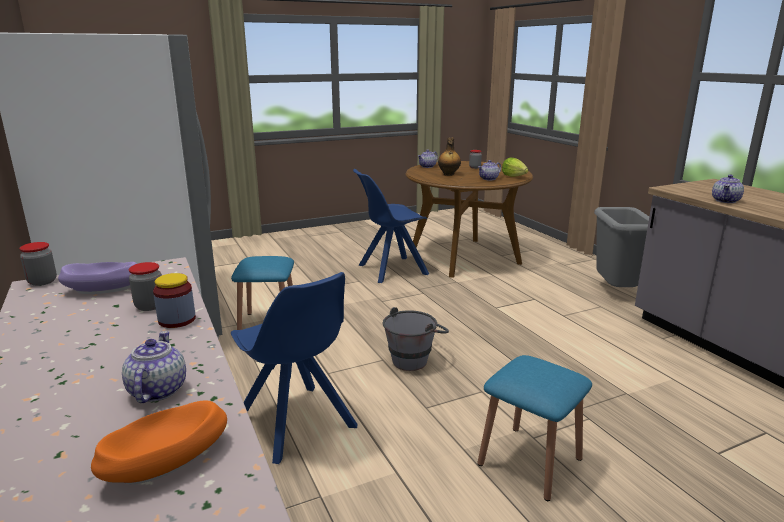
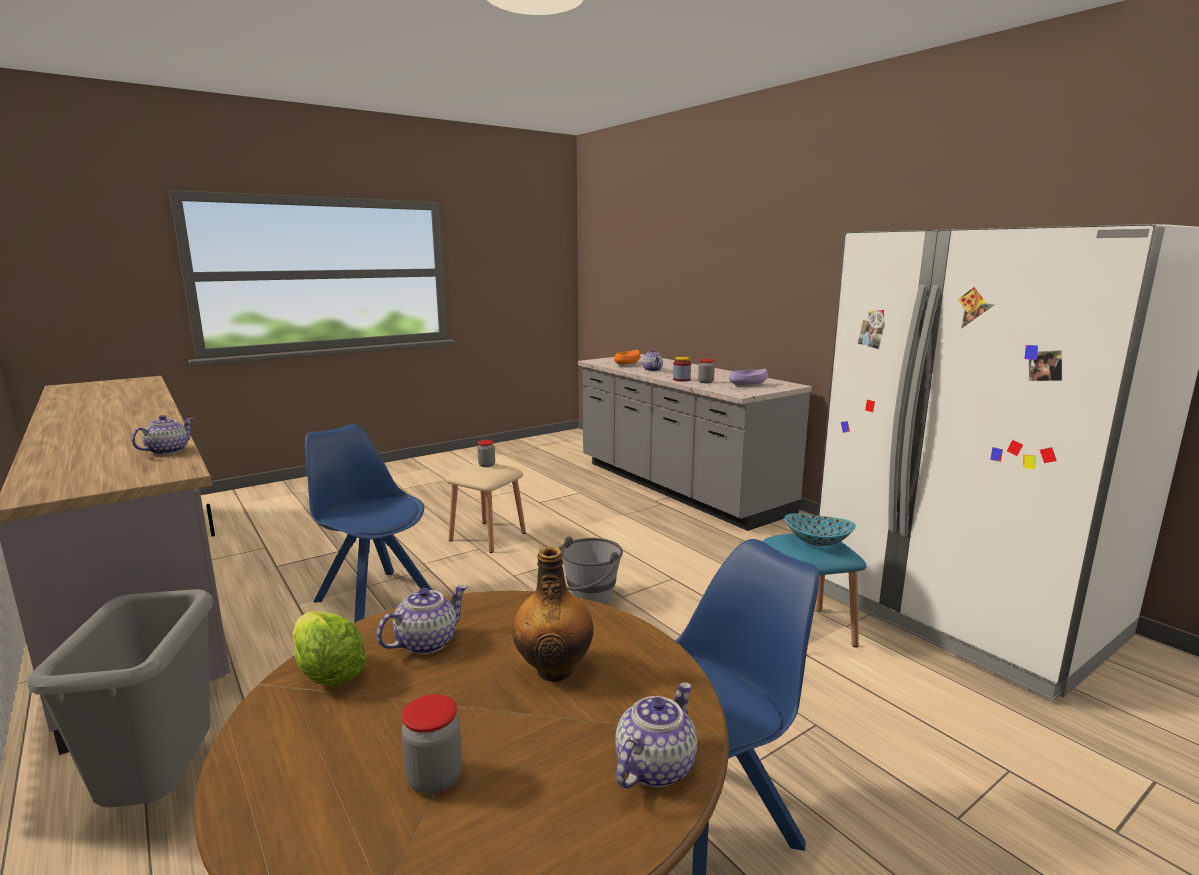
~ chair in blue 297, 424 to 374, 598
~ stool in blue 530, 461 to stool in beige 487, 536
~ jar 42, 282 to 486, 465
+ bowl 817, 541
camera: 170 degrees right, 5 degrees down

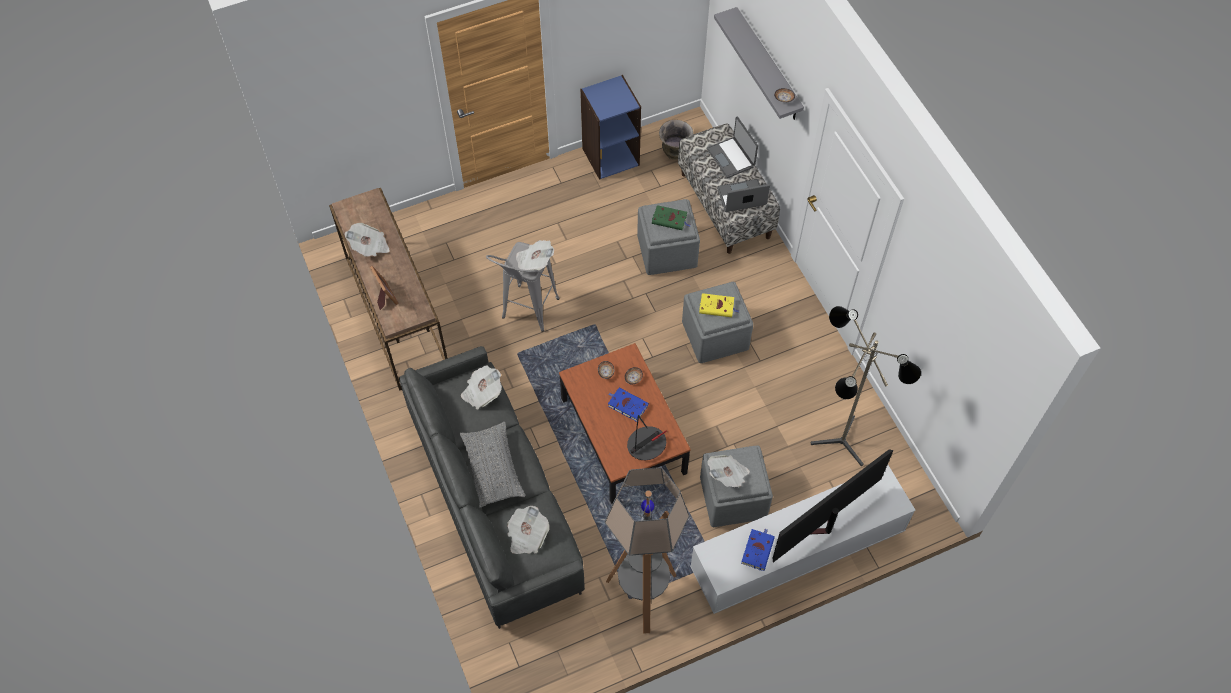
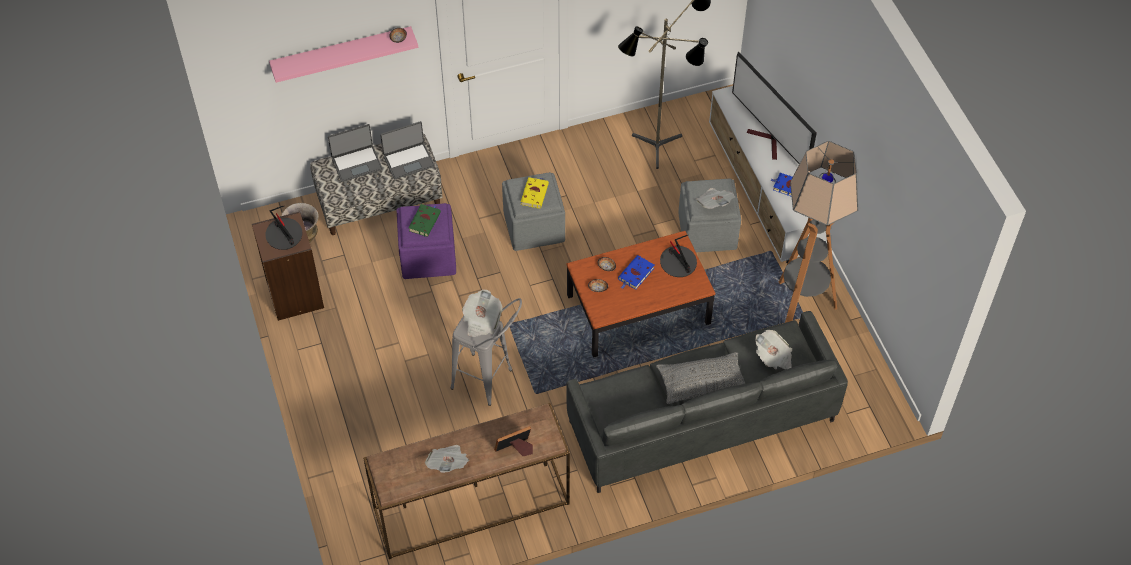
~ bookcase in blue 610, 156 to bookcase in brown 294, 295
+ table lamp 284, 235
~ shelf in grey 768, 66 to shelf in pink 342, 53
~ laptop 741, 197 = 408, 160 105 degrees counterclockwise
~ ottoman in grey 666, 250 to ottoman in purple 427, 256
- newspaper 482, 392
camera: 85 degrees left, 5 degrees down

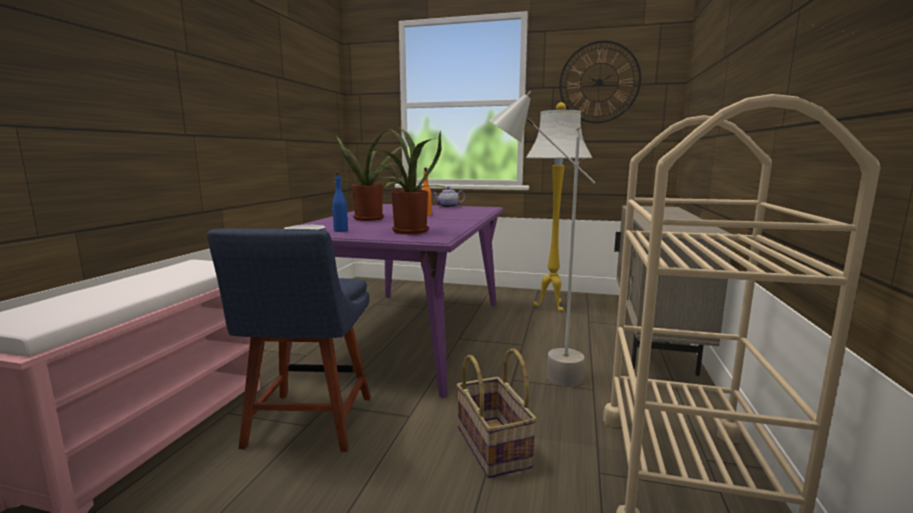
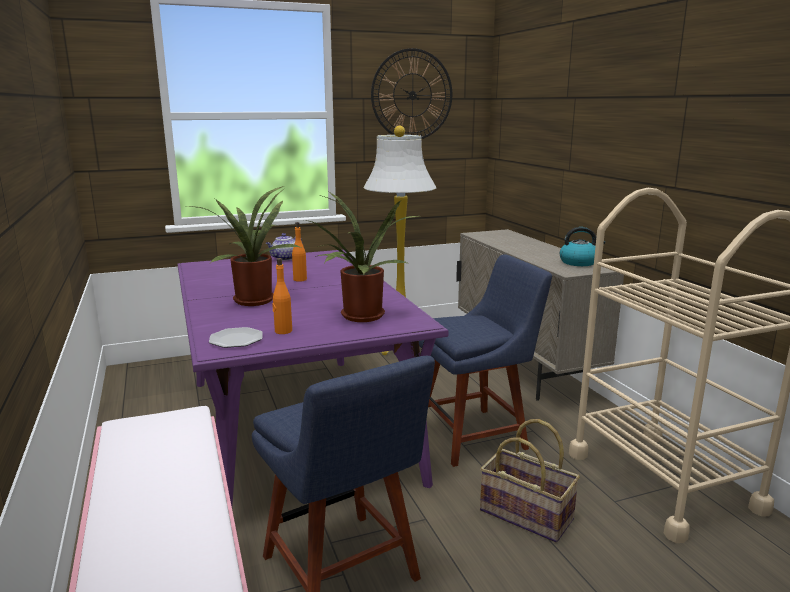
~ bottle in blue 340, 231 to bottle in orange 283, 331
~ floor lamp in grey 534, 376 to chair in blue 476, 435
+ kettle 579, 262
camera: 35 degrees left, 5 degrees up

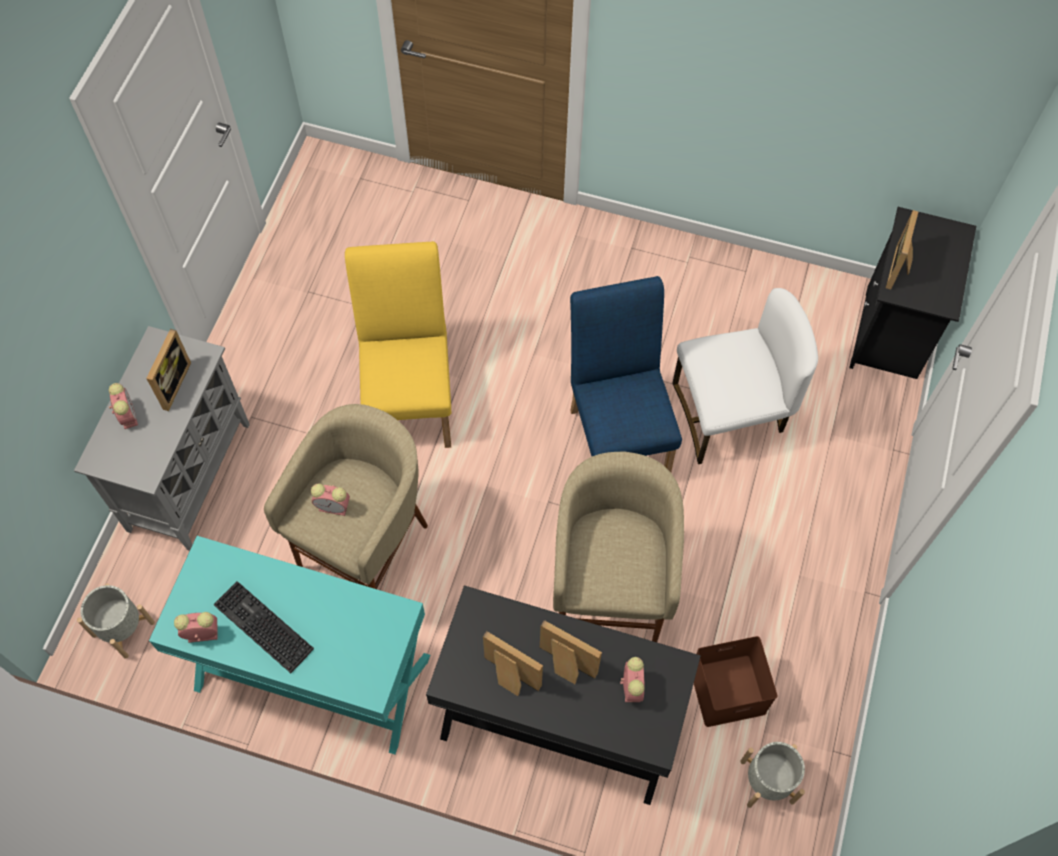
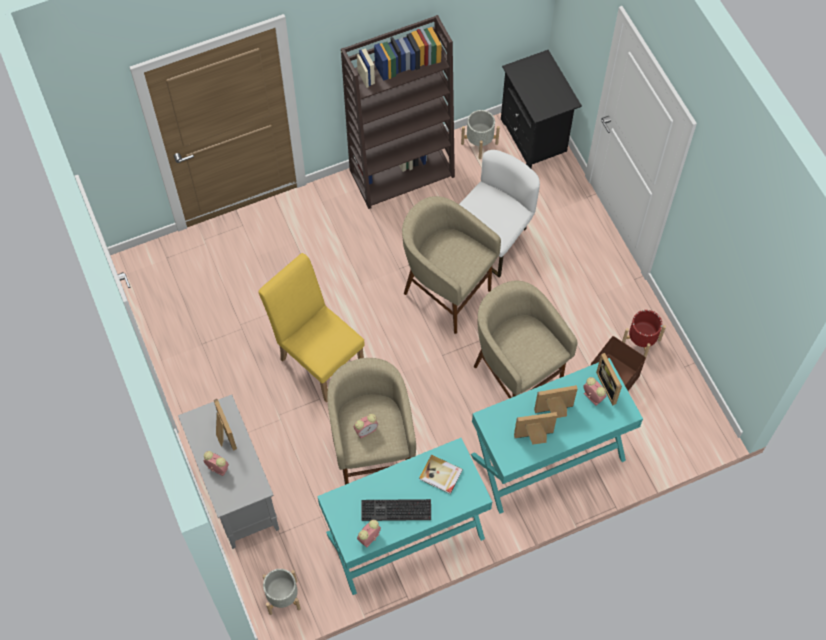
+ bookcase in brown 402, 172
~ chair in blue 618, 435 to stool in beige 445, 293
+ book 440, 475
~ planter in grey 767, 782 to 479, 143
~ desk in black 558, 722 to desk in turquoise 548, 458
~ picture frame 900, 269 to 610, 386
+ planter in red 641, 341
camera: 40 degrees left, 0 degrees up

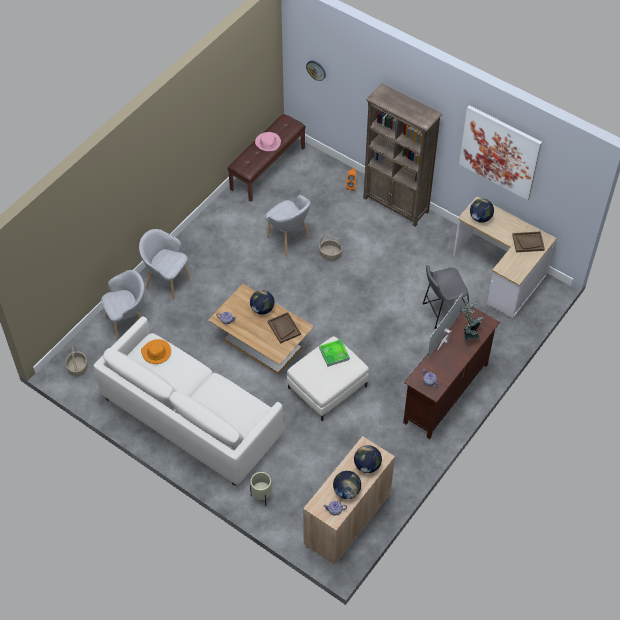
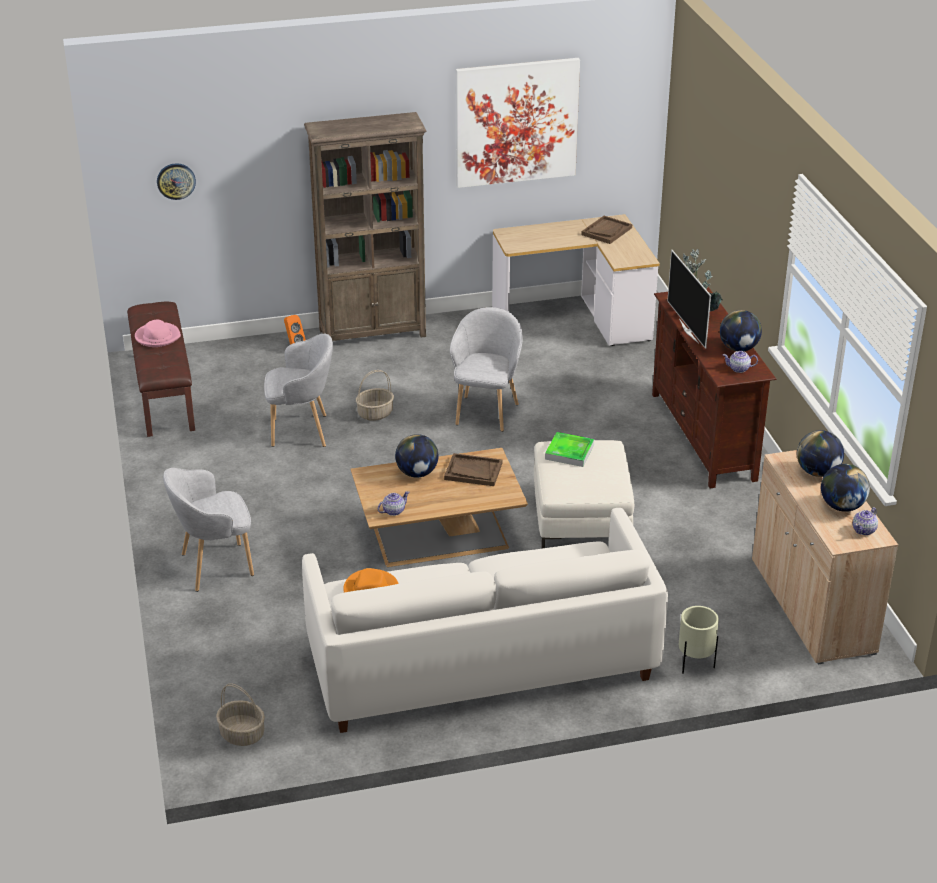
~ armchair in grey 129, 322 to 486, 412
~ globe 480, 218 to 738, 348
- stool in grey 443, 312
camera: 50 degrees left, 20 degrees down

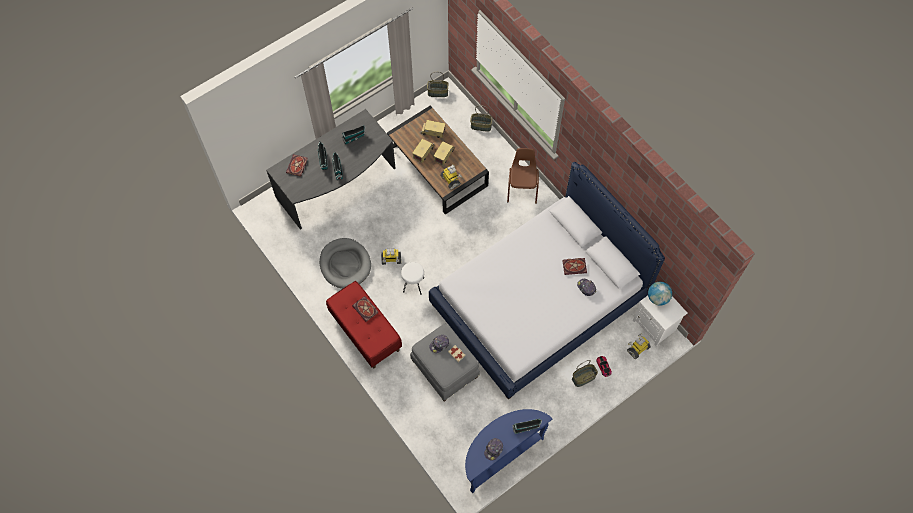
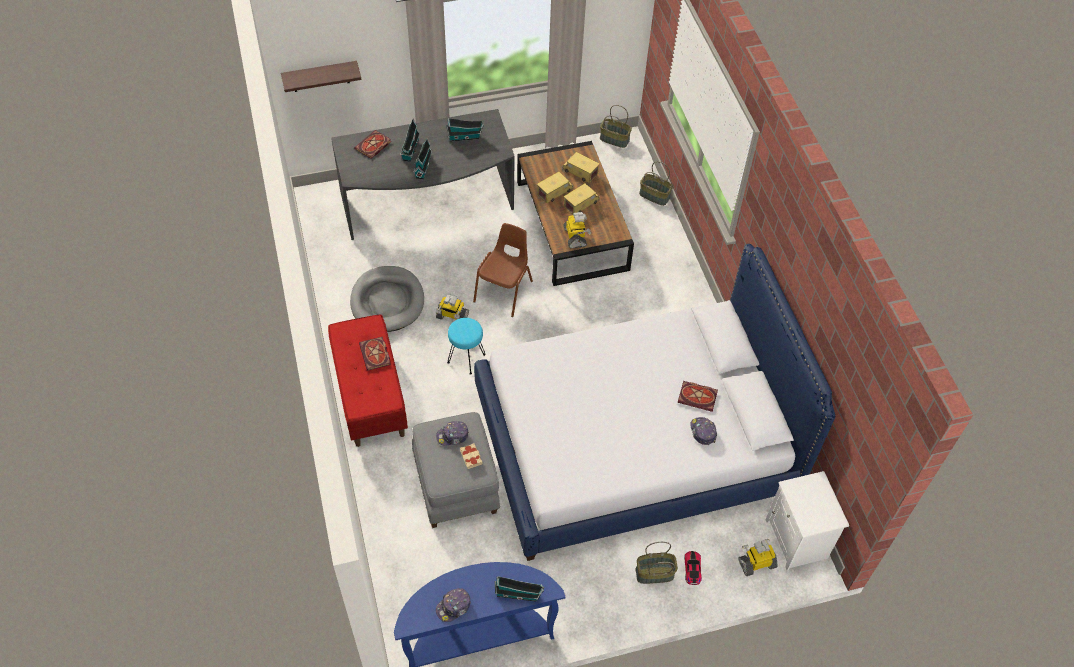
+ shelf 320, 76
~ stool in white 413, 285 to stool in turquoise 466, 359
~ chair in brown 522, 188 to 504, 291
- globe 657, 298
camera: 20 degrees right, 10 degrees down

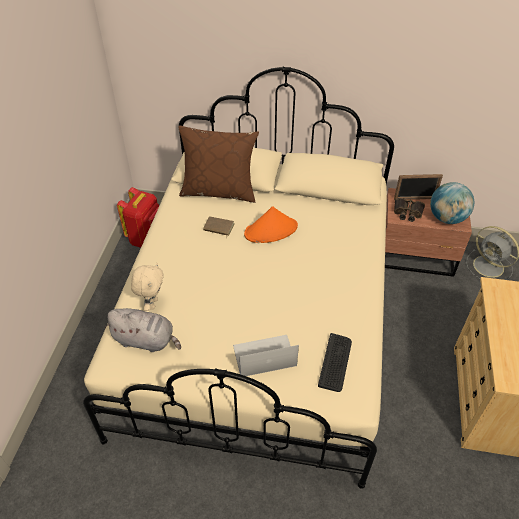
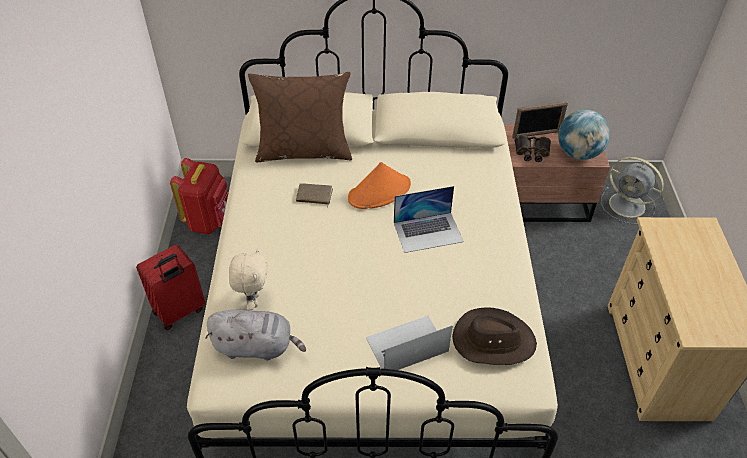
+ suitcase in red 180, 312
+ laptop 428, 232
~ keyboard 335, 362 to hat in brown 493, 340
camera: 10 degrees left, 0 degrees up

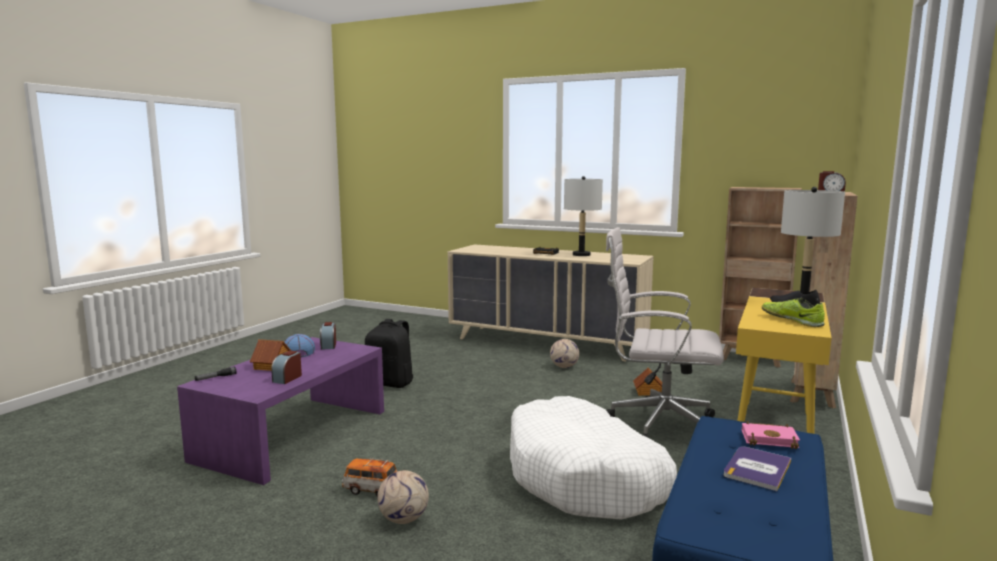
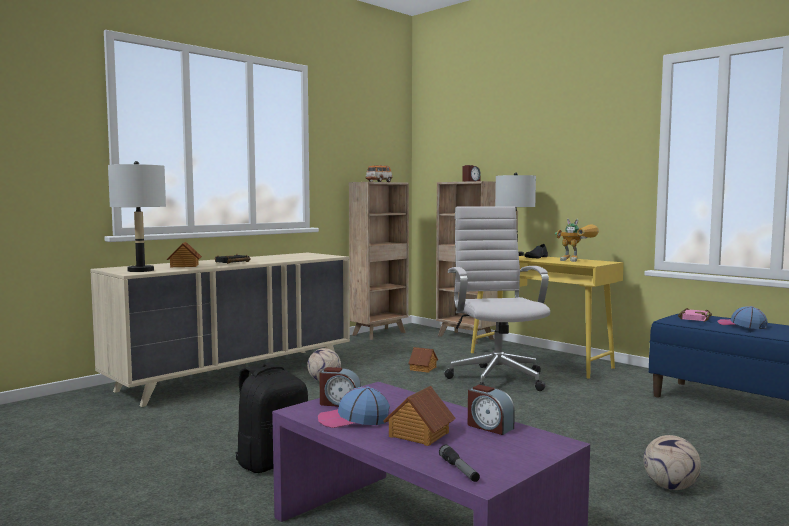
~ table lamp in grey 581, 255 to 140, 270
+ toy house 184, 266
~ toy car 371, 490 to 379, 182
~ office chair in white 657, 424 = 496, 378 135 degrees clockwise
~ shoe 792, 320 to toy robot 577, 261
~ book 757, 469 to cap 741, 325
- dog bed in white 585, 478
camera: 70 degrees left, 5 degrees down

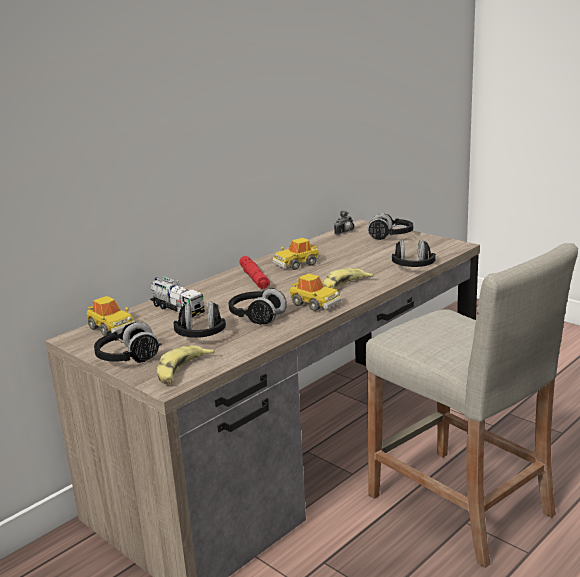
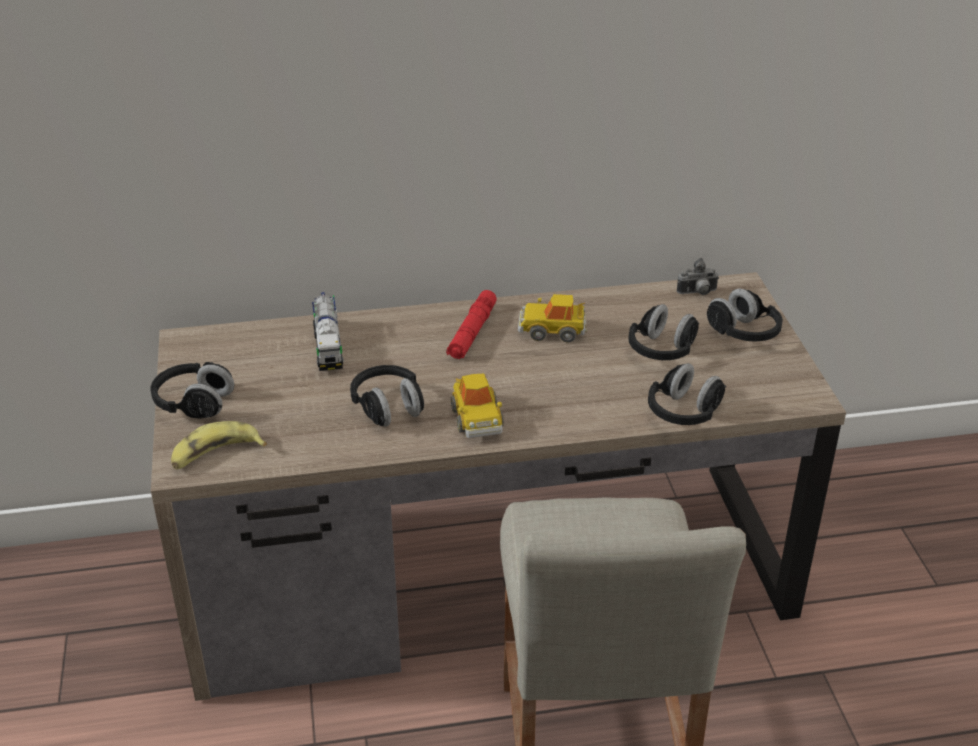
~ headphones in black 201, 335 to 662, 350
- toy car 111, 328
- banana 344, 287
camera: 35 degrees right, 15 degrees up

